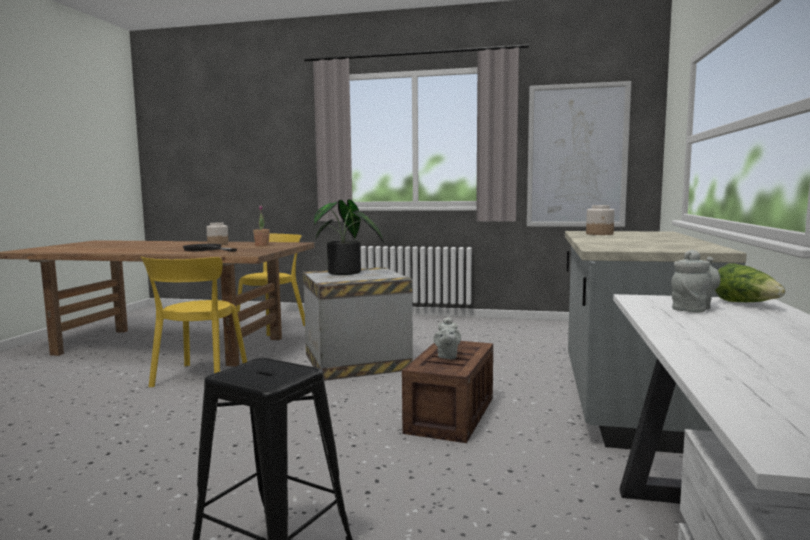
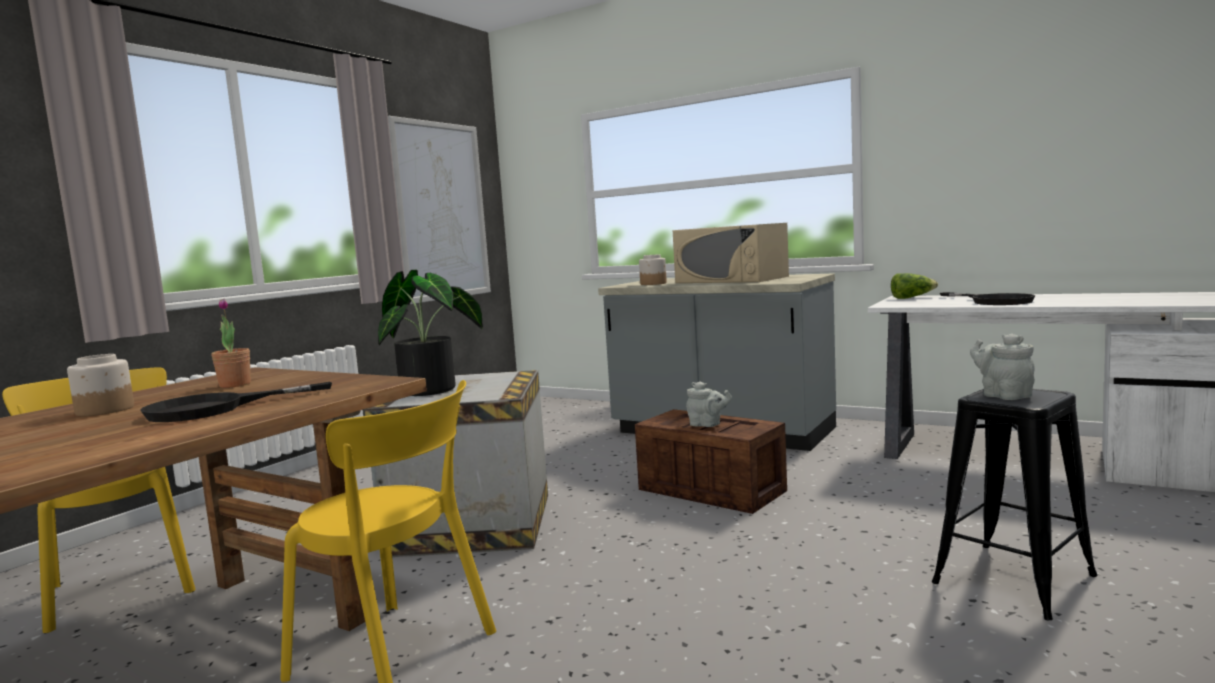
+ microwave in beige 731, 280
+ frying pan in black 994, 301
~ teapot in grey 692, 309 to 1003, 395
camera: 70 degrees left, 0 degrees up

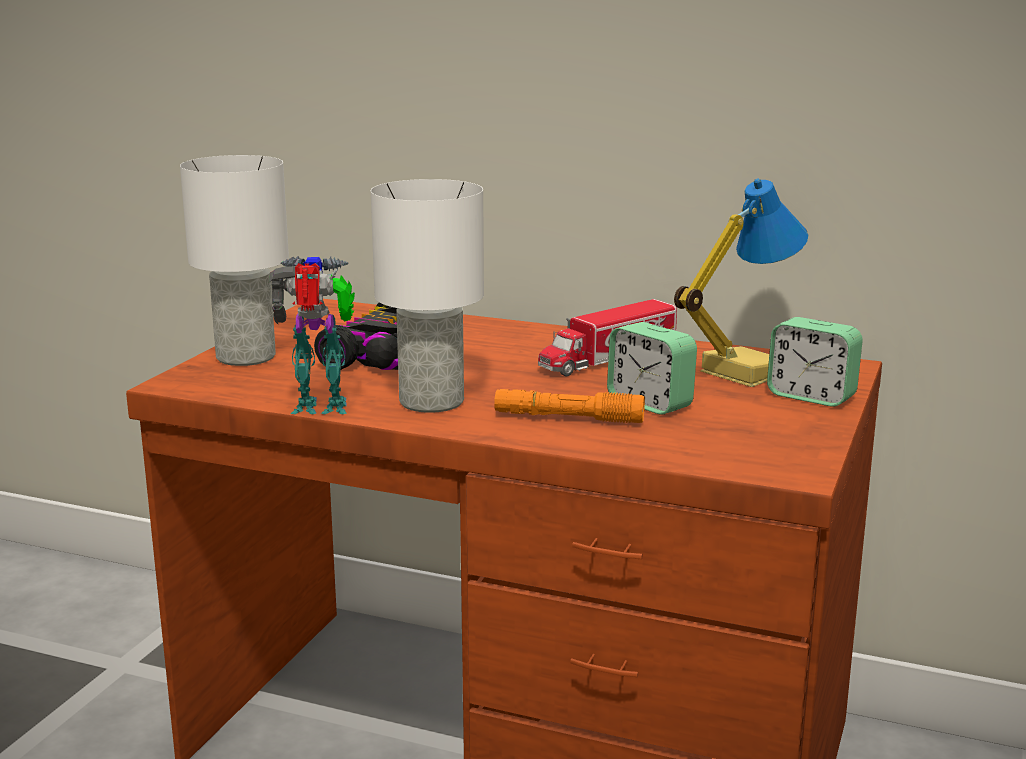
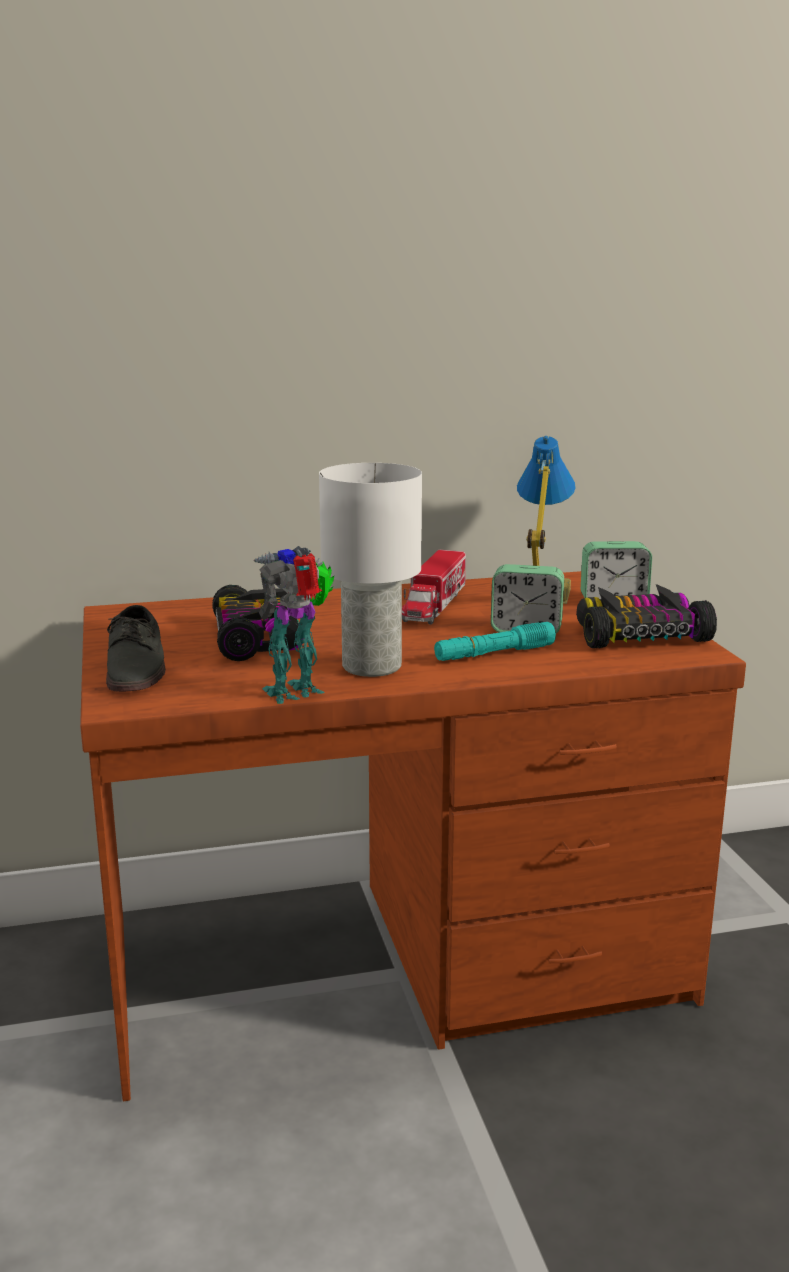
~ table lamp in white 247, 356 to shoe in grey 137, 668
~ flashlight in orange 568, 418 to flashlight in turquoise 494, 654
+ toy car 639, 636
camera: 35 degrees left, 0 degrees up

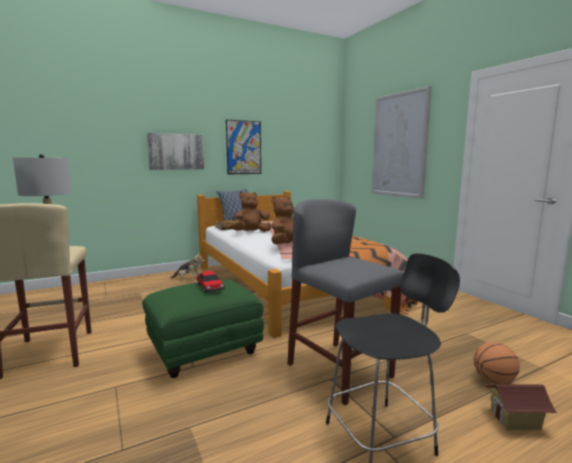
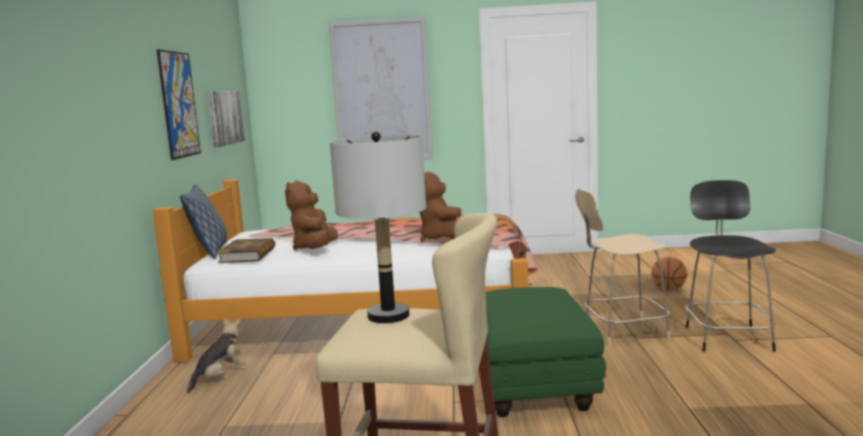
~ picture 176, 151 to 224, 117
~ stool in grey 339, 370 to chair in beige 622, 331
- toy car 210, 287
- toy house 515, 420
camera: 60 degrees left, 0 degrees up

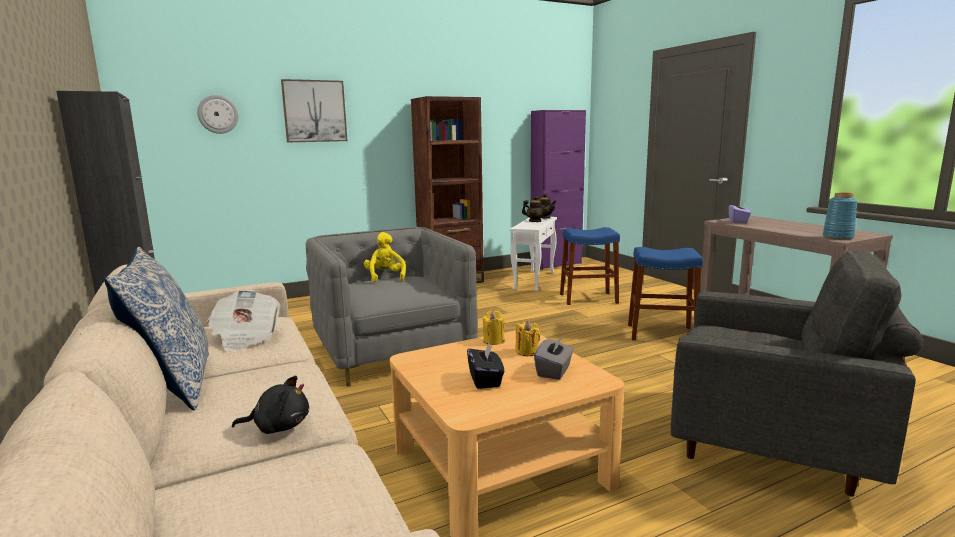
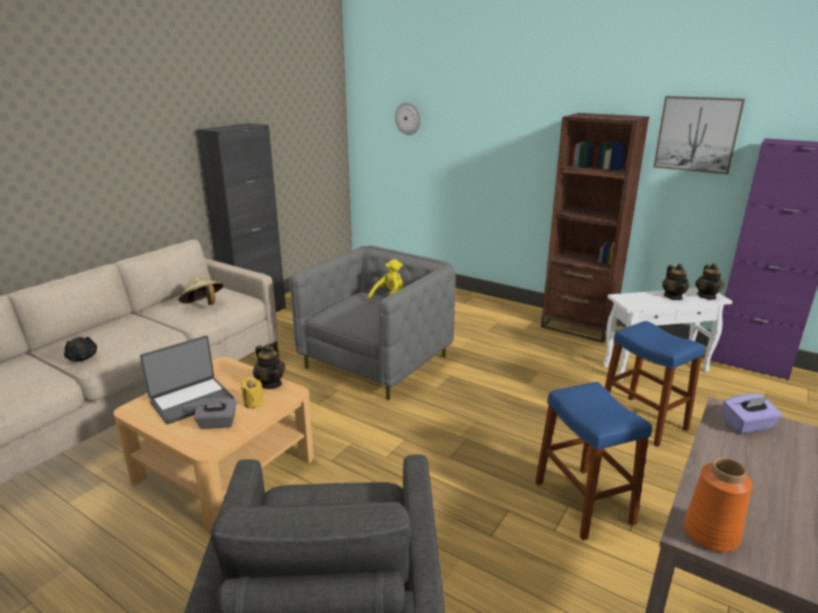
~ tissue box in black 485, 380 to laptop 191, 400
~ newspaper 246, 337 to hat in beige 203, 305
~ candle in yellow 493, 341 to teapot 271, 384
~ picture 314, 111 to 697, 134
~ vase in blue 837, 237 to vase in orange 709, 533
- pillow 174, 385
camera: 60 degrees right, 10 degrees up

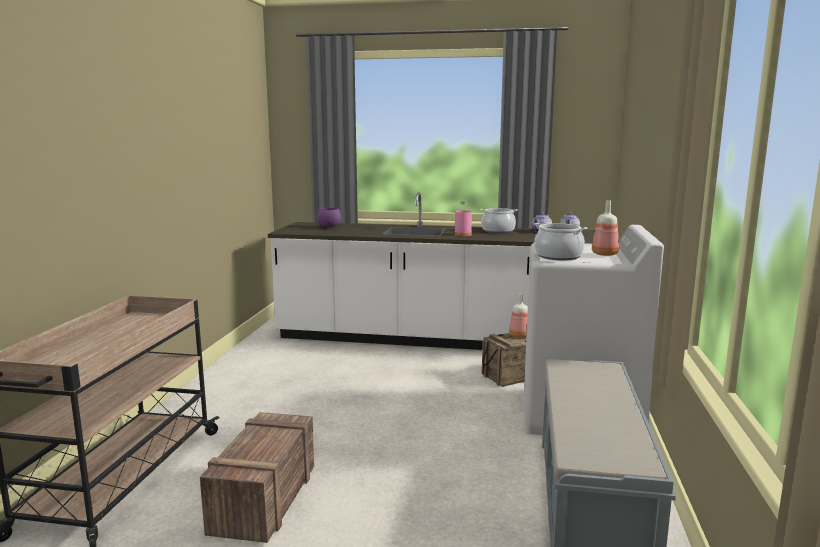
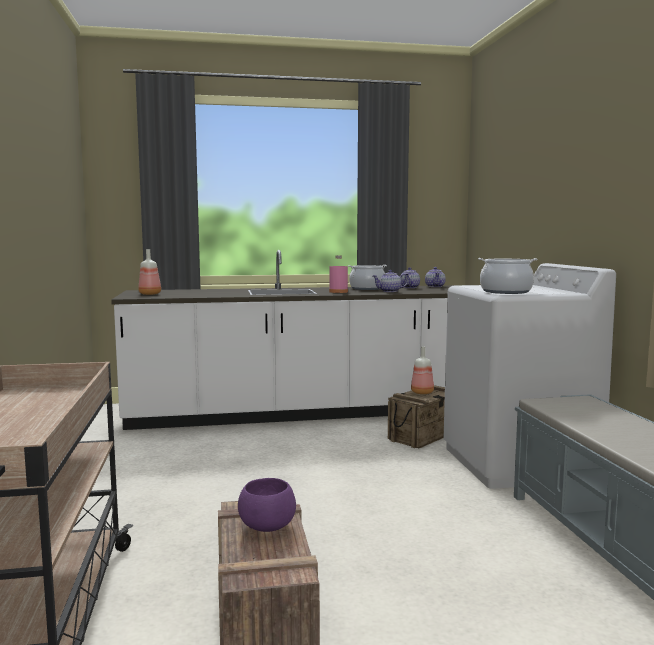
~ bottle 604, 254 to 150, 294
~ bowl in purple 329, 227 to 267, 527
+ teapot 389, 291
camera: 20 degrees left, 5 degrees down

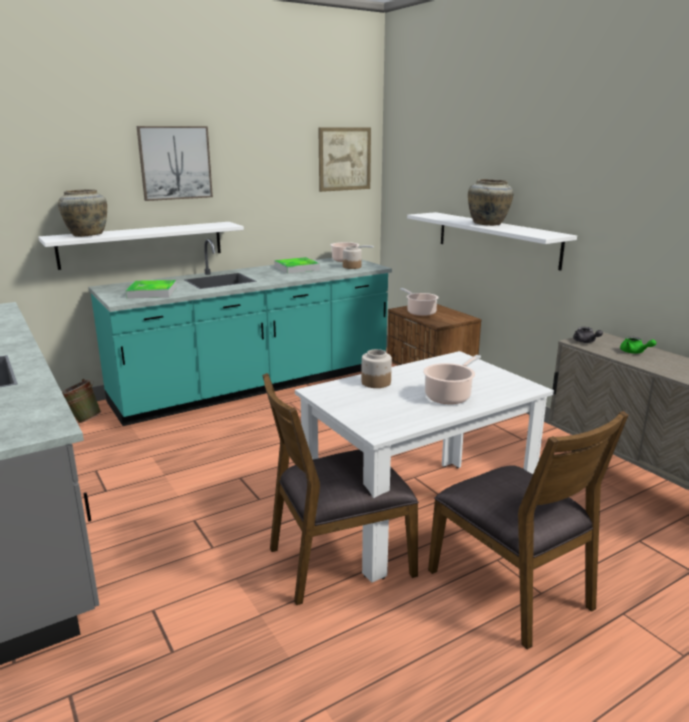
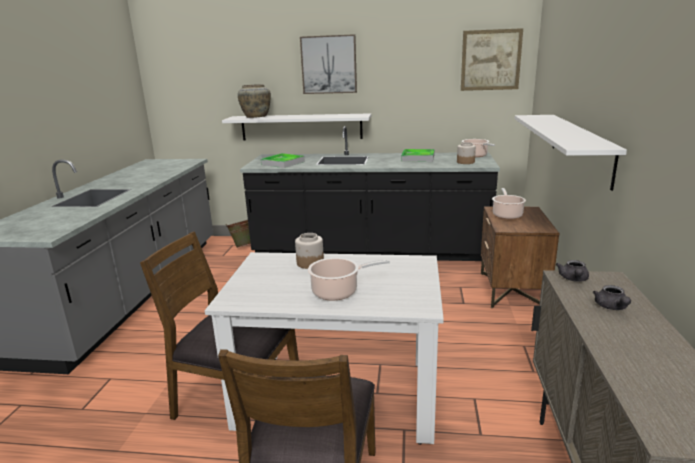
~ counter in turquoise 255, 385 to counter in black 370, 251
~ teapot in green 634, 352 to teapot in grey 612, 307
- vase in beige 488, 224
camera: 40 degrees right, 0 degrees up

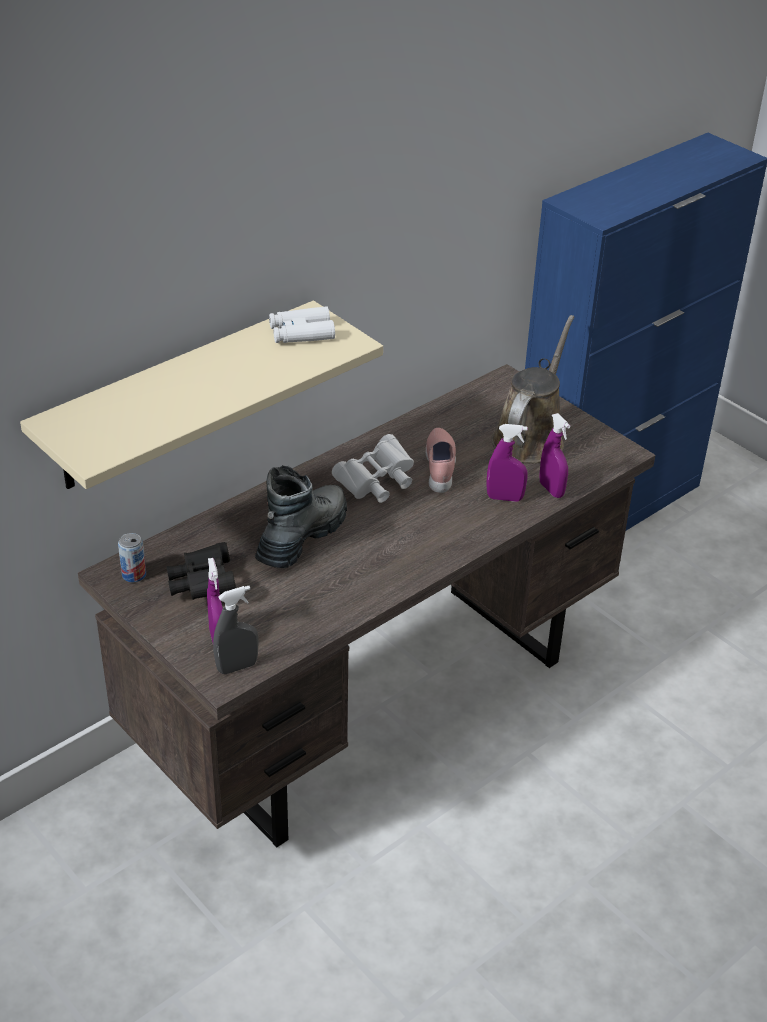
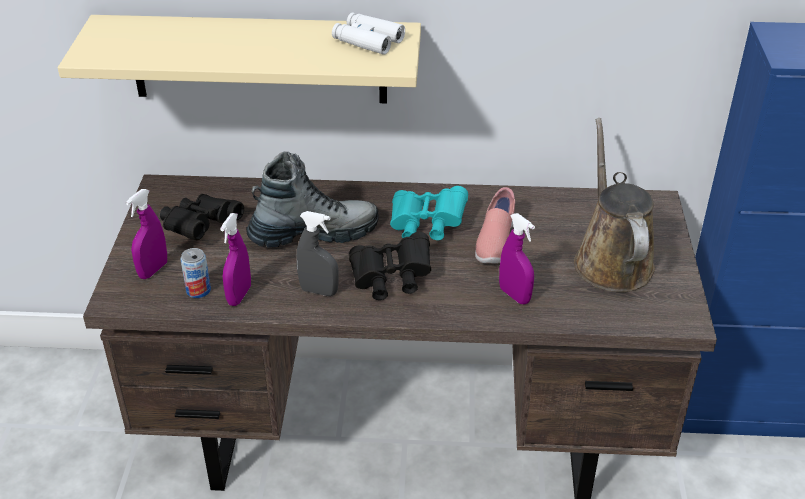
~ can 134, 575 to 198, 290
~ spray bottle in purple 551, 490 to 239, 295
~ spray bottle in grey 237, 667 to 319, 291
+ binoculars in black 391, 279
~ binoculars in white 376, 483 to binoculars in turquoise 426, 226
~ shoe in pink 441, 468 = 494, 242 150 degrees clockwise
~ watering can in brown 530, 437 = 611, 259 75 degrees counterclockwise
camera: 45 degrees right, 0 degrees up

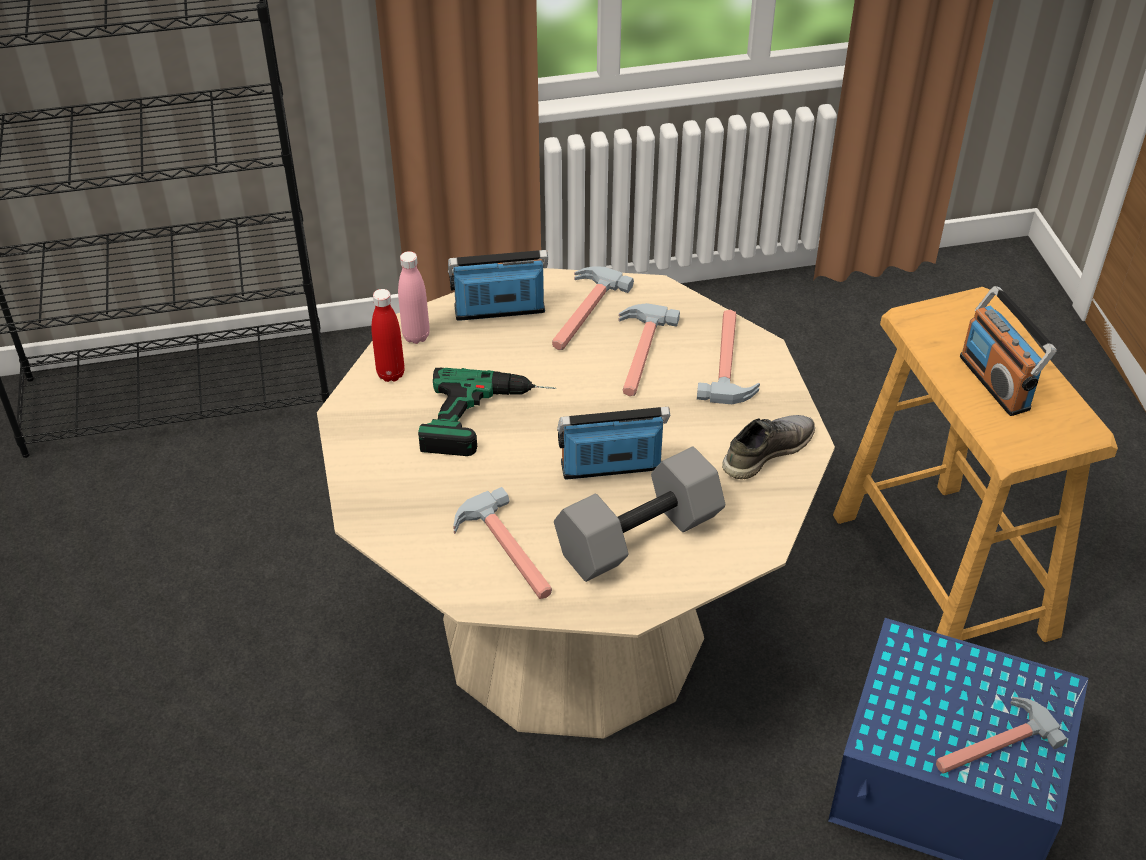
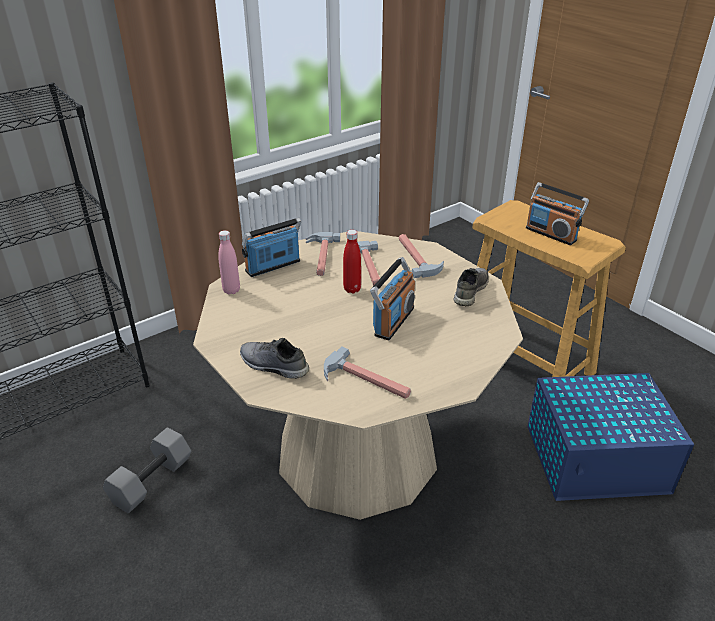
~ dumbbell in grey 638, 534 to 151, 480
+ shoe in grey 273, 366
~ bottle in red 391, 374 to 352, 289
~ radio 611, 467 = 393, 321 150 degrees clockwise
- power drill 488, 419
- hammer 991, 743
camera: 25 degrees left, 10 degrees down

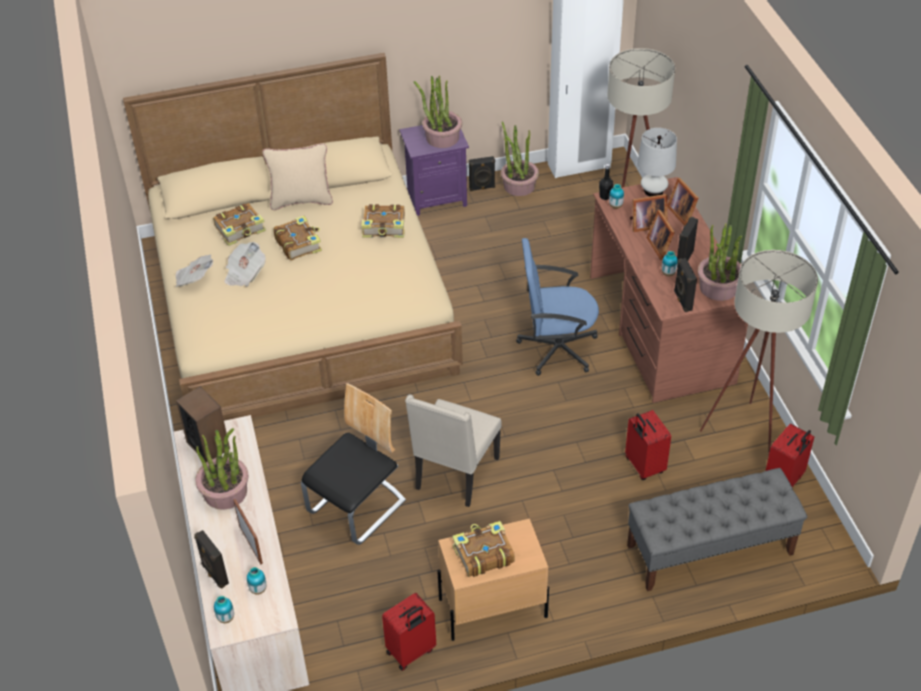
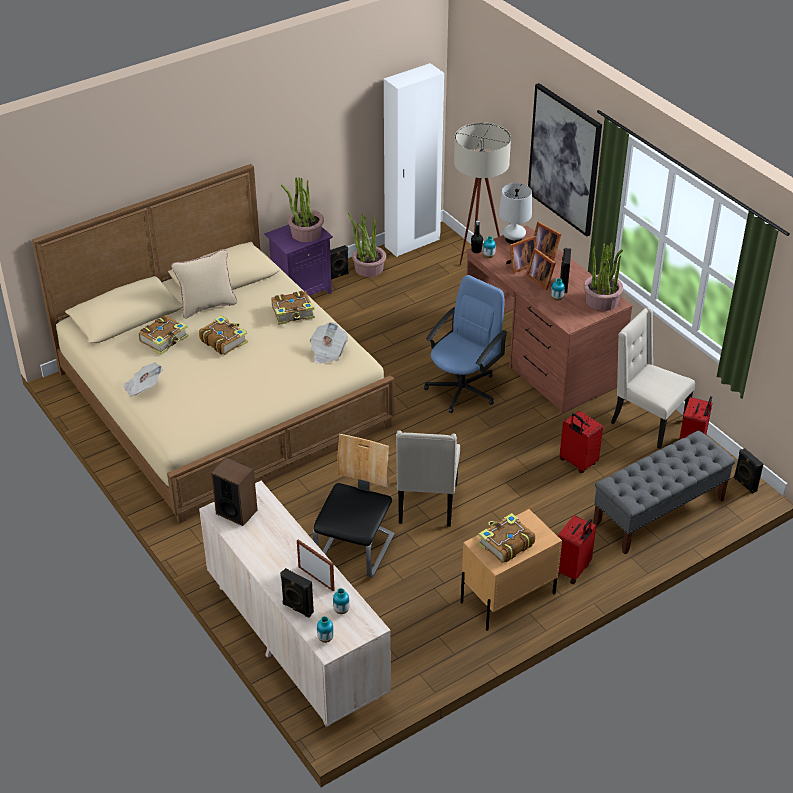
~ newspaper 244, 274 to 327, 352
~ office chair in blue 556, 348 = 463, 389 150 degrees clockwise
+ picture 564, 159
~ suitcase in red 411, 652 to 573, 570
~ floor lamp in beige 745, 435 to chair in beige 646, 422
~ speaker in black 682, 301 to 744, 484
- potted plant 225, 492
camera: 20 degrees left, 5 degrees down

